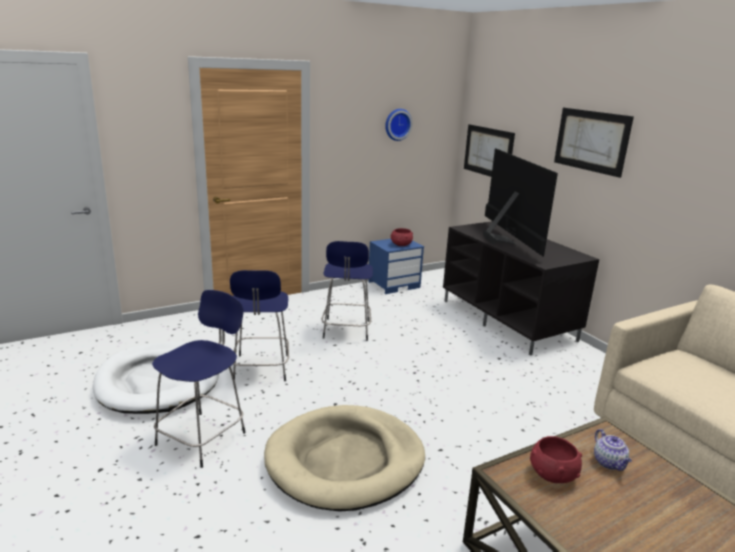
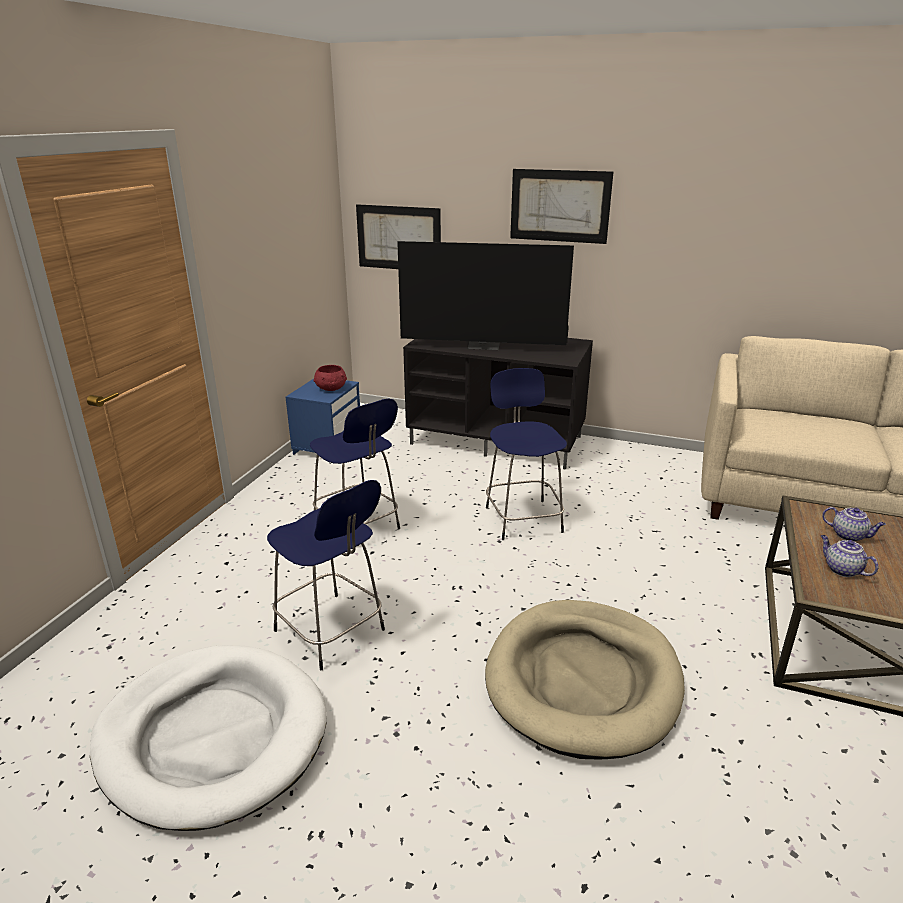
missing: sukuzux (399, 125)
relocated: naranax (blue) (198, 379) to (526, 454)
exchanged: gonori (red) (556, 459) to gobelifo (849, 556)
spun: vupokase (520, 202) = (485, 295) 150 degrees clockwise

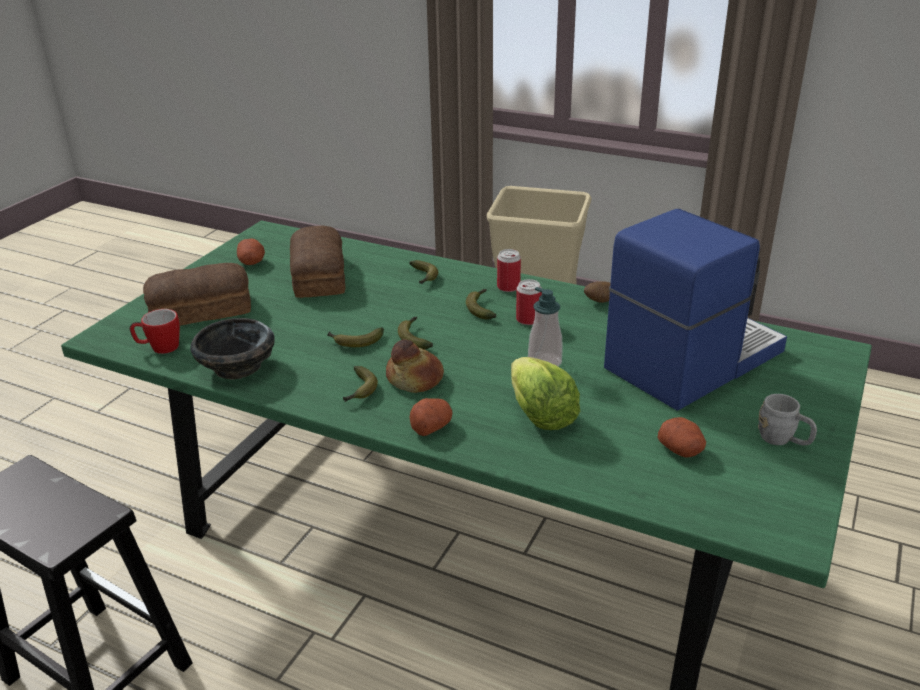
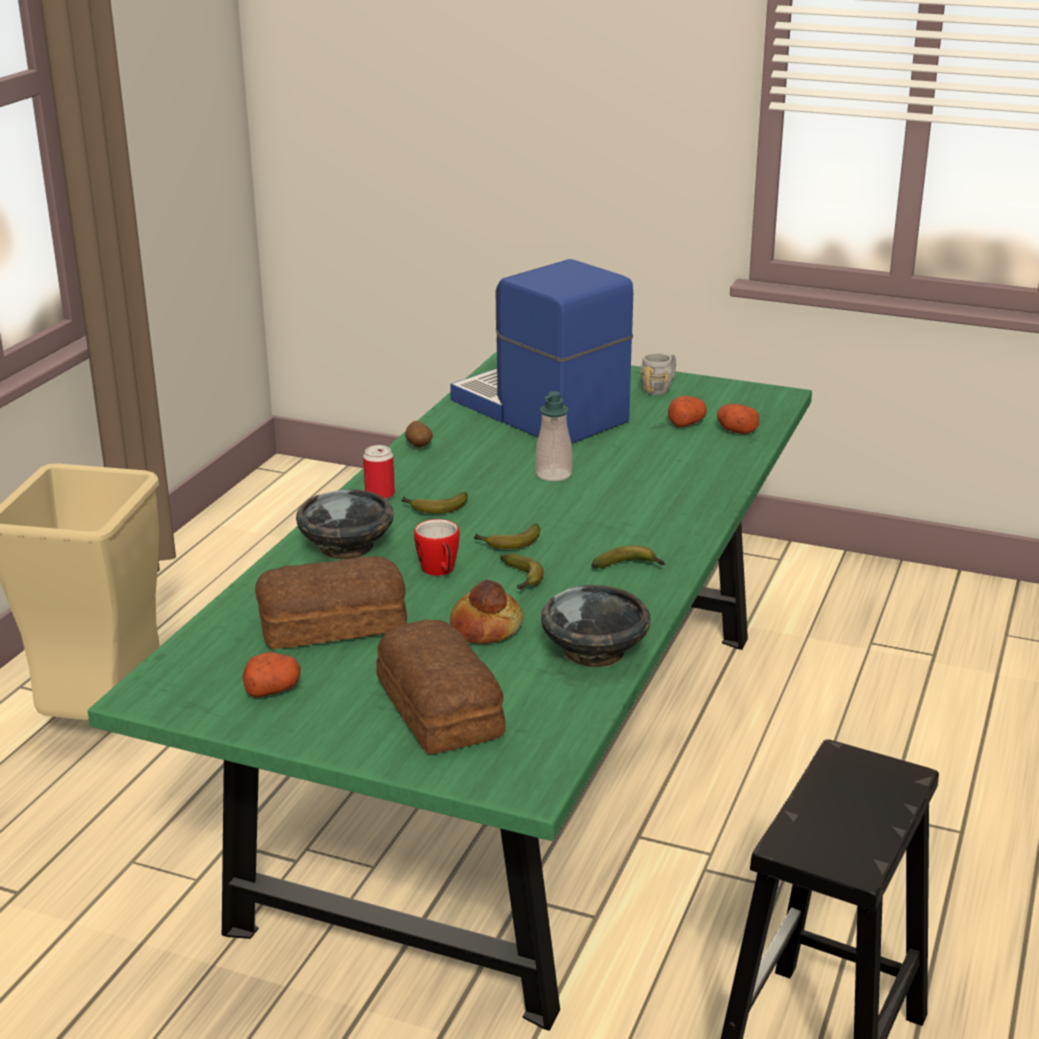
missing: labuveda (545, 393); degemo (529, 302)
relocated: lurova (155, 331) to (437, 547); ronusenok (415, 366) to (486, 612); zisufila (431, 417) to (738, 419)
exchanged: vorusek (424, 272) to gonori (black) (344, 524)

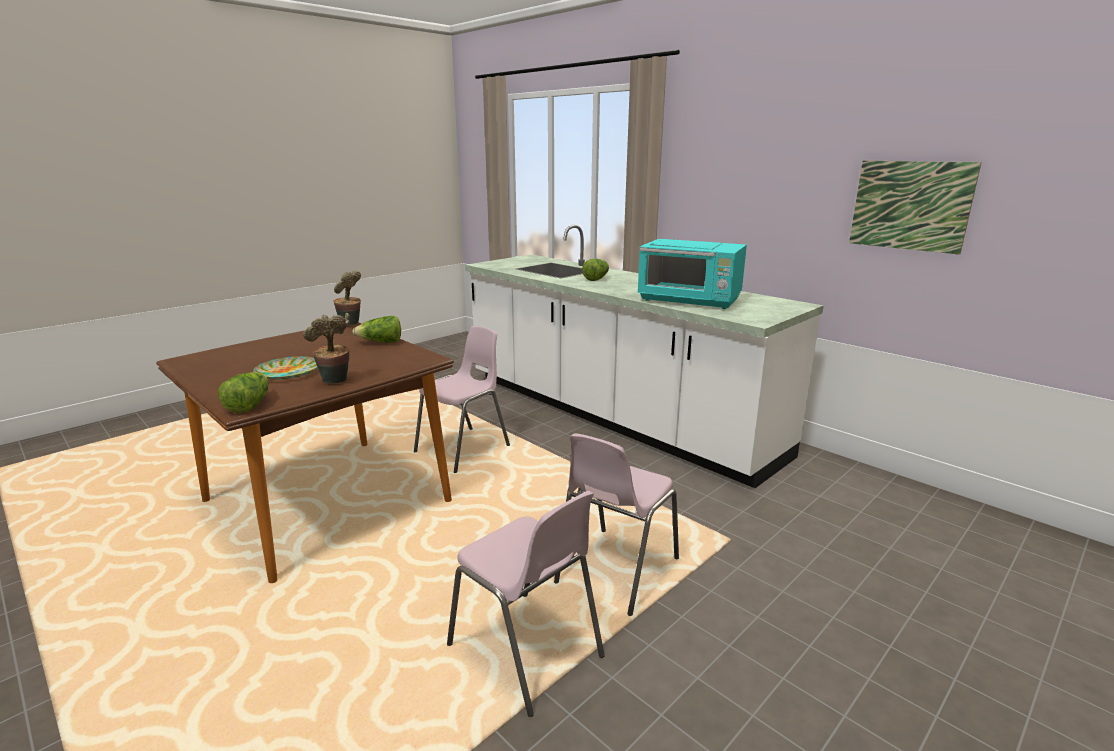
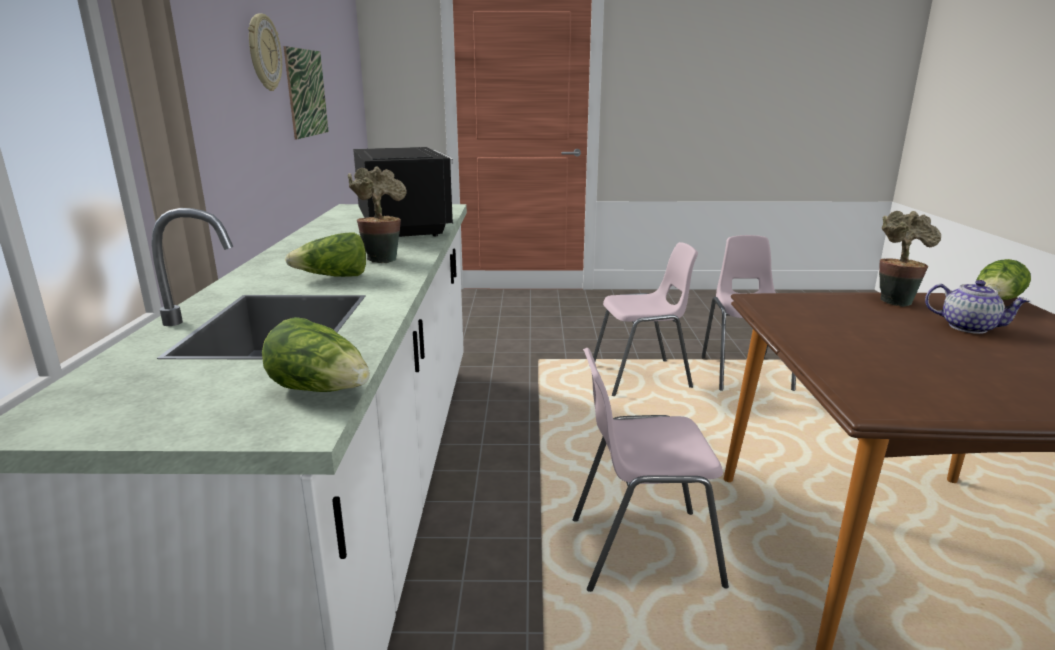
appeared: sukuzux (265, 52)
relocated: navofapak (347, 298) to (376, 215); labuveda (376, 329) to (316, 354)
exchanged: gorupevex (285, 368) to gobelifo (977, 307)
colour: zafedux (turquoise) (692, 274) to zafedux (black) (403, 192)

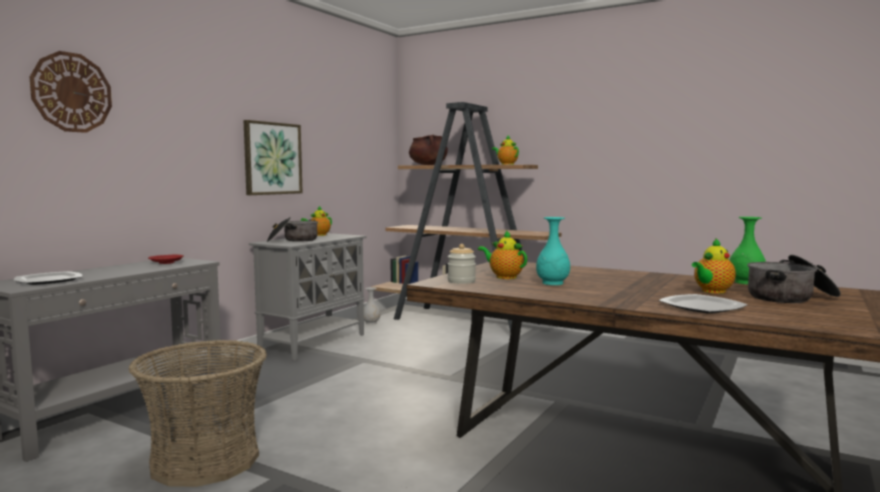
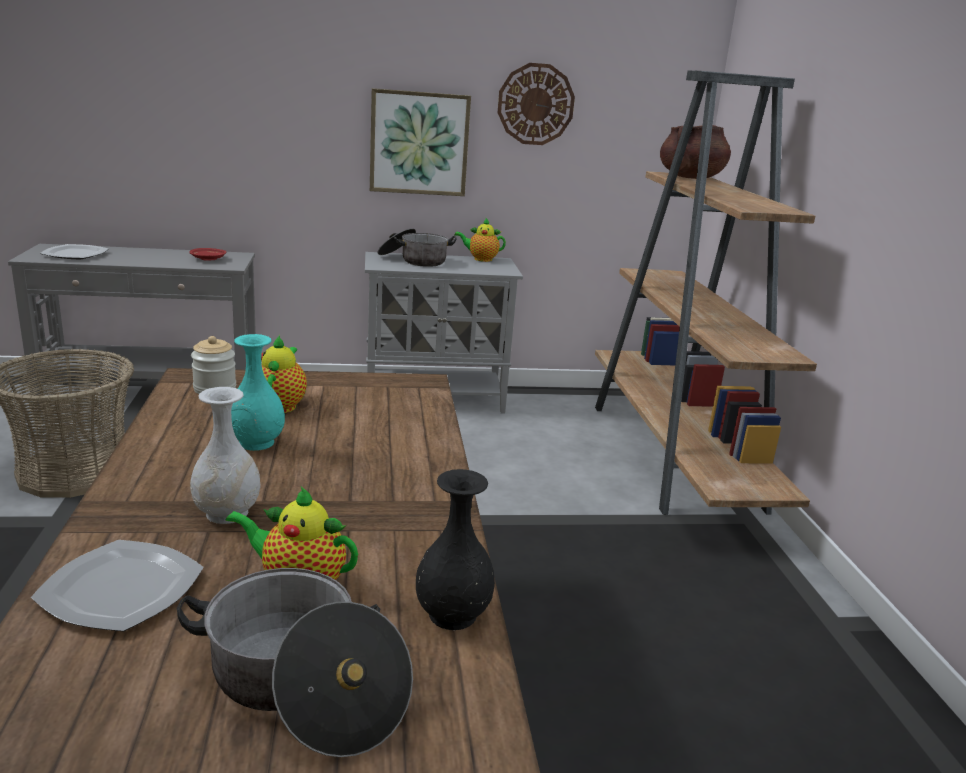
missing: gobelifo (505, 150)
relocated: sukuzux (71, 92) to (536, 104); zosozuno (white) (372, 306) to (225, 455)
colour: zosozuno (green) (748, 251) to zosozuno (black) (455, 549)

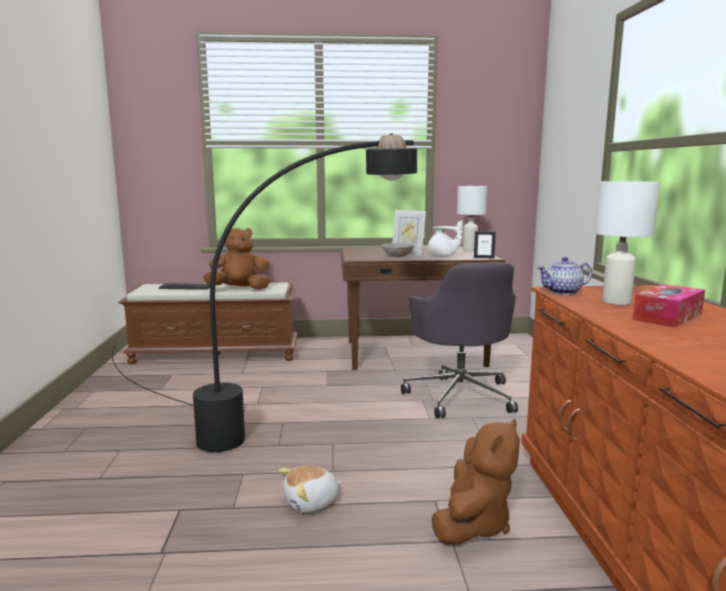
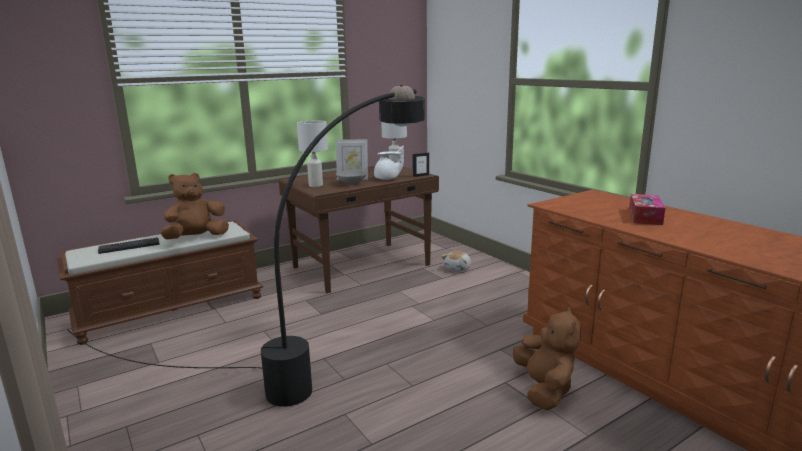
missing: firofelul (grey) (459, 340); gobelifo (564, 276)
relocated: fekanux (310, 489) to (456, 261); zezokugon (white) (627, 243) to (312, 153)

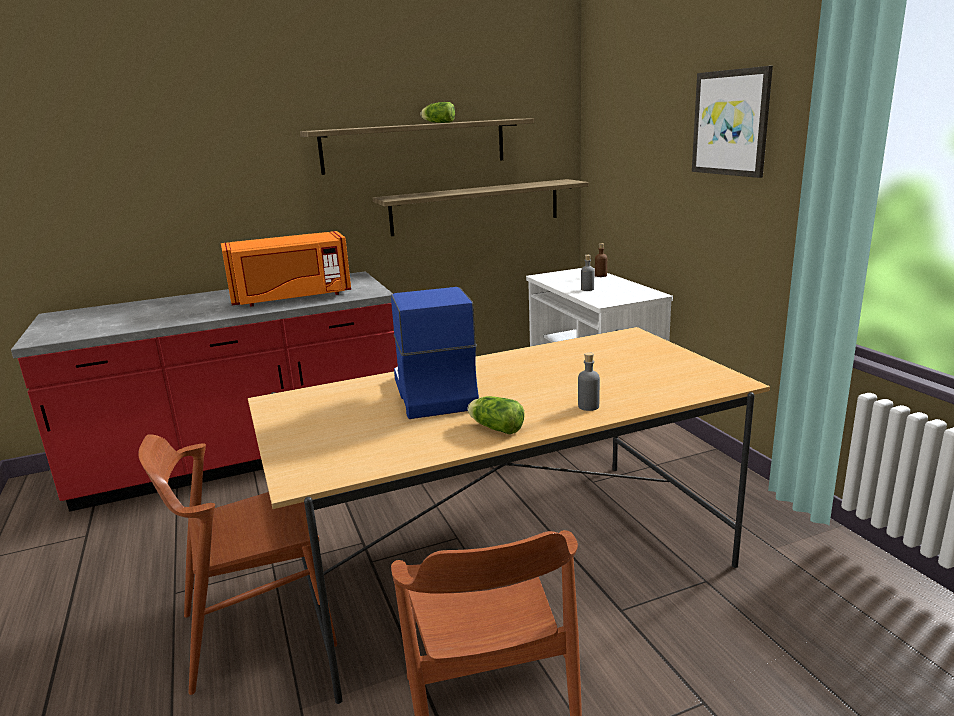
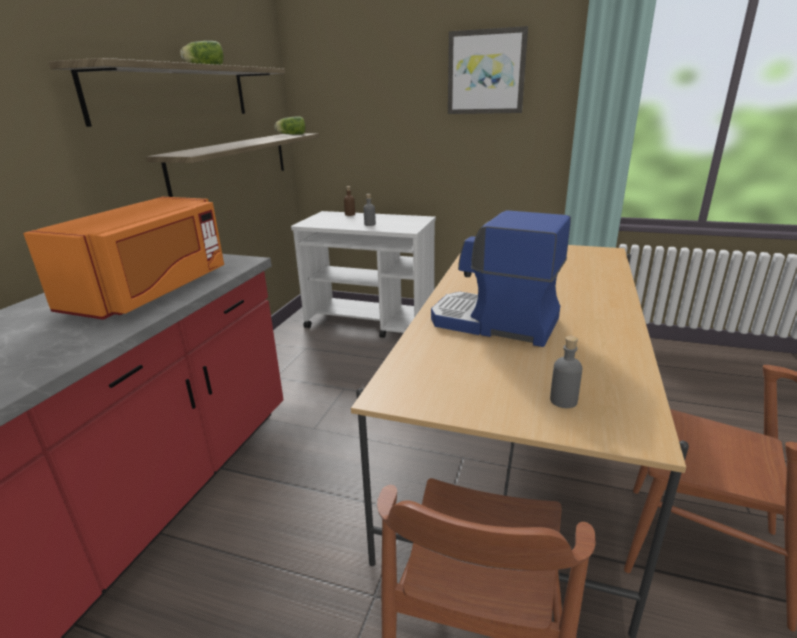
relocated: labuveda (496, 415) to (290, 126); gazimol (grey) (589, 381) to (566, 372)

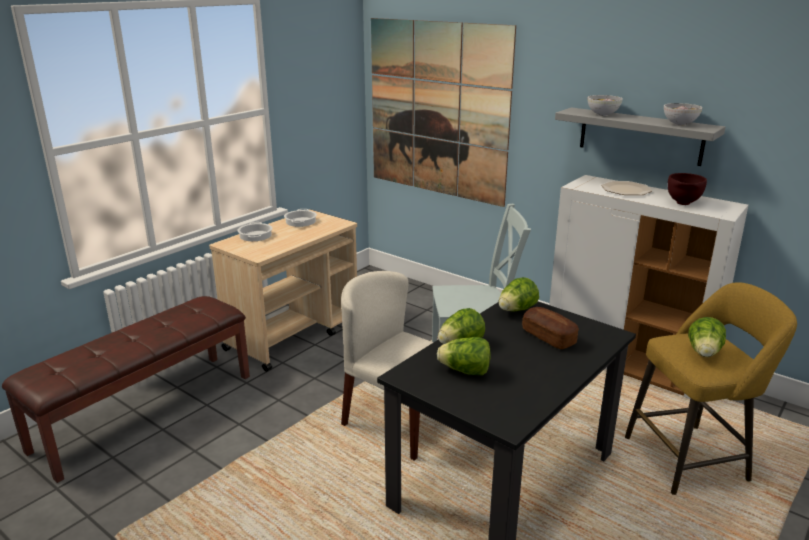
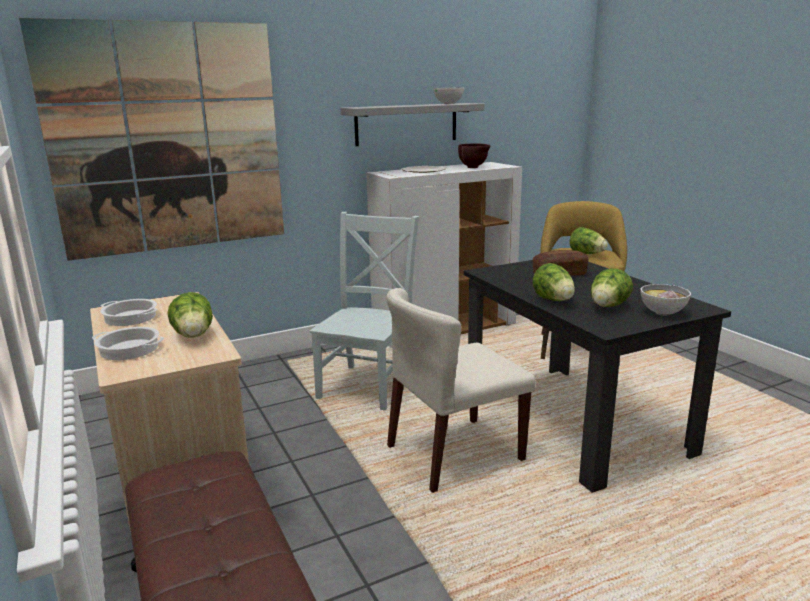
relocated: labuveda (519, 294) to (190, 315); gonori (605, 105) to (665, 300)

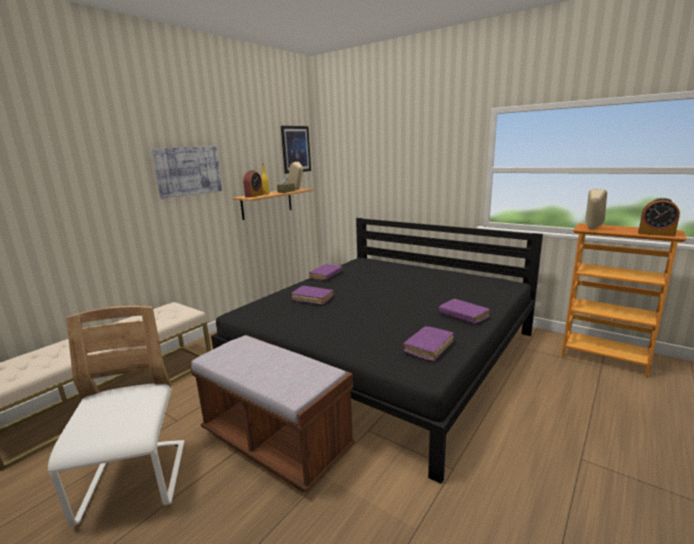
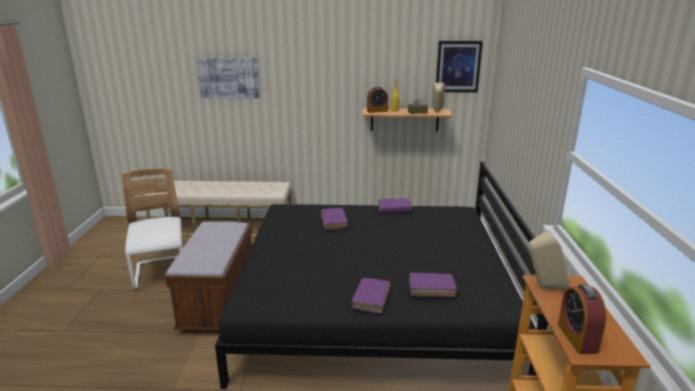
relocated: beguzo (186, 172) to (228, 78); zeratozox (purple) (428, 343) to (433, 285)
spun: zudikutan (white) (116, 416) = (152, 228) 60 degrees counterclockwise

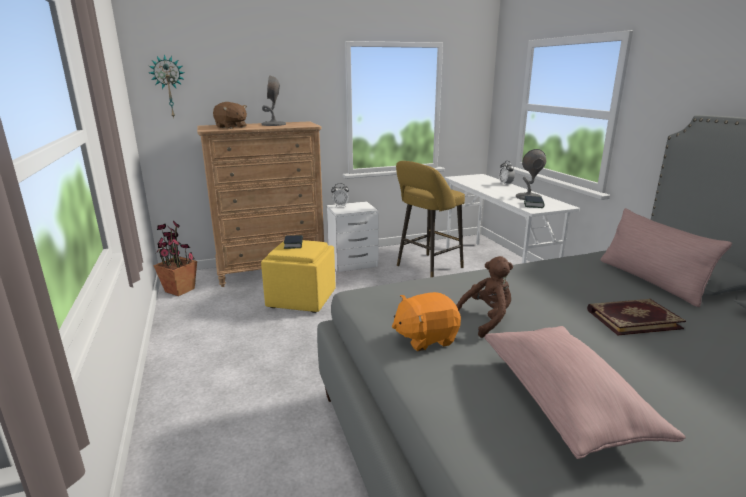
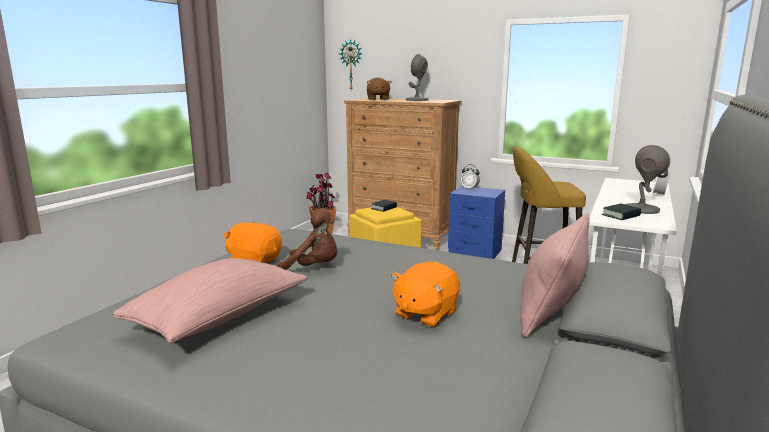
exchanged: zeratozox (636, 317) to fekanux (orange) (425, 294)
colour: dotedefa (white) (353, 236) to dotedefa (blue) (476, 222)

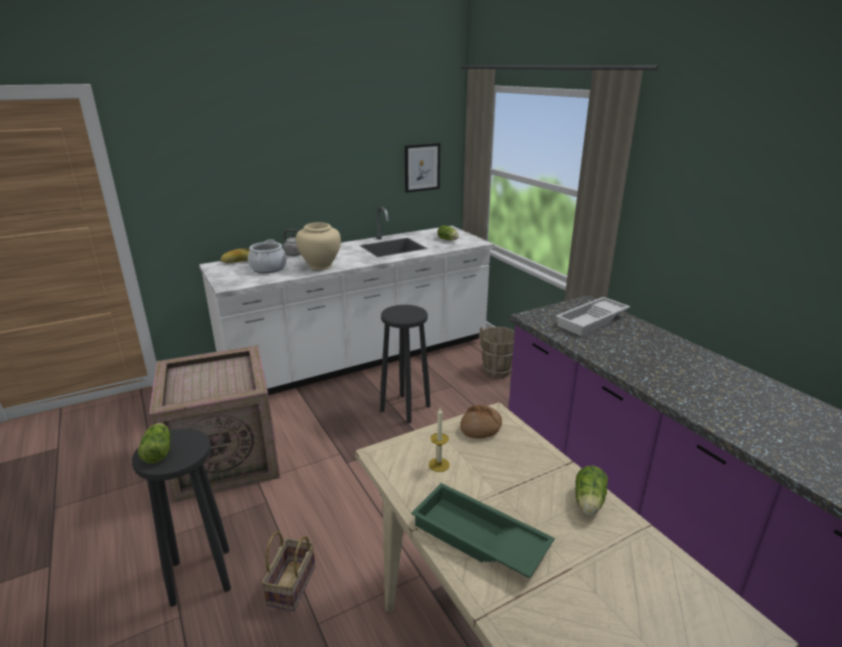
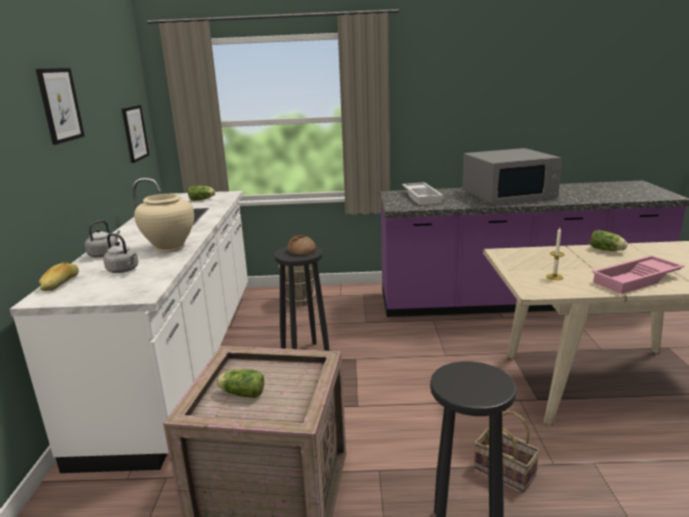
appeared: beguzo (60, 106); zafedux (grey) (512, 176)
relocated: labuveda (154, 443) to (240, 383); ronusenok (481, 421) to (302, 245)
exchanged: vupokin (267, 256) to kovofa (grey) (120, 253)
colour: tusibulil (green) (483, 530) to tusibulil (pink) (638, 274)

